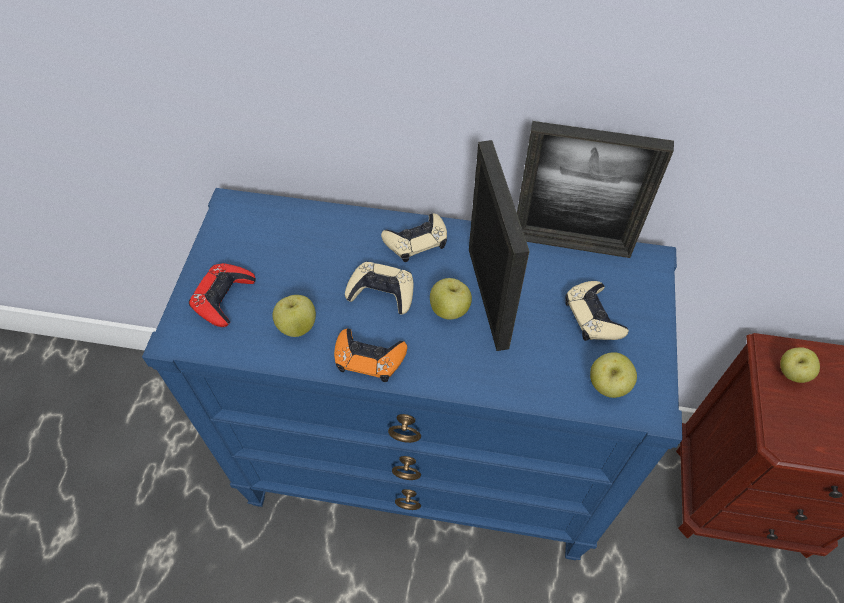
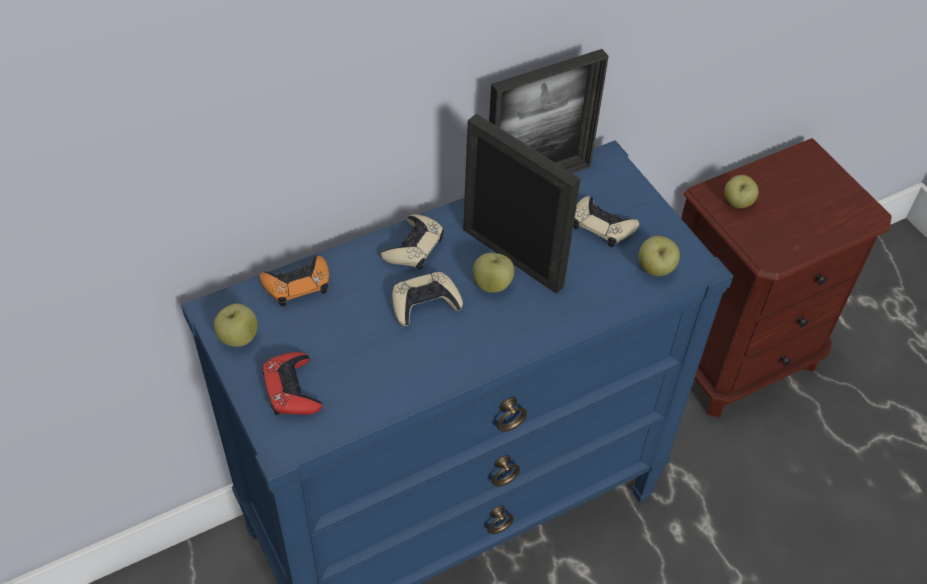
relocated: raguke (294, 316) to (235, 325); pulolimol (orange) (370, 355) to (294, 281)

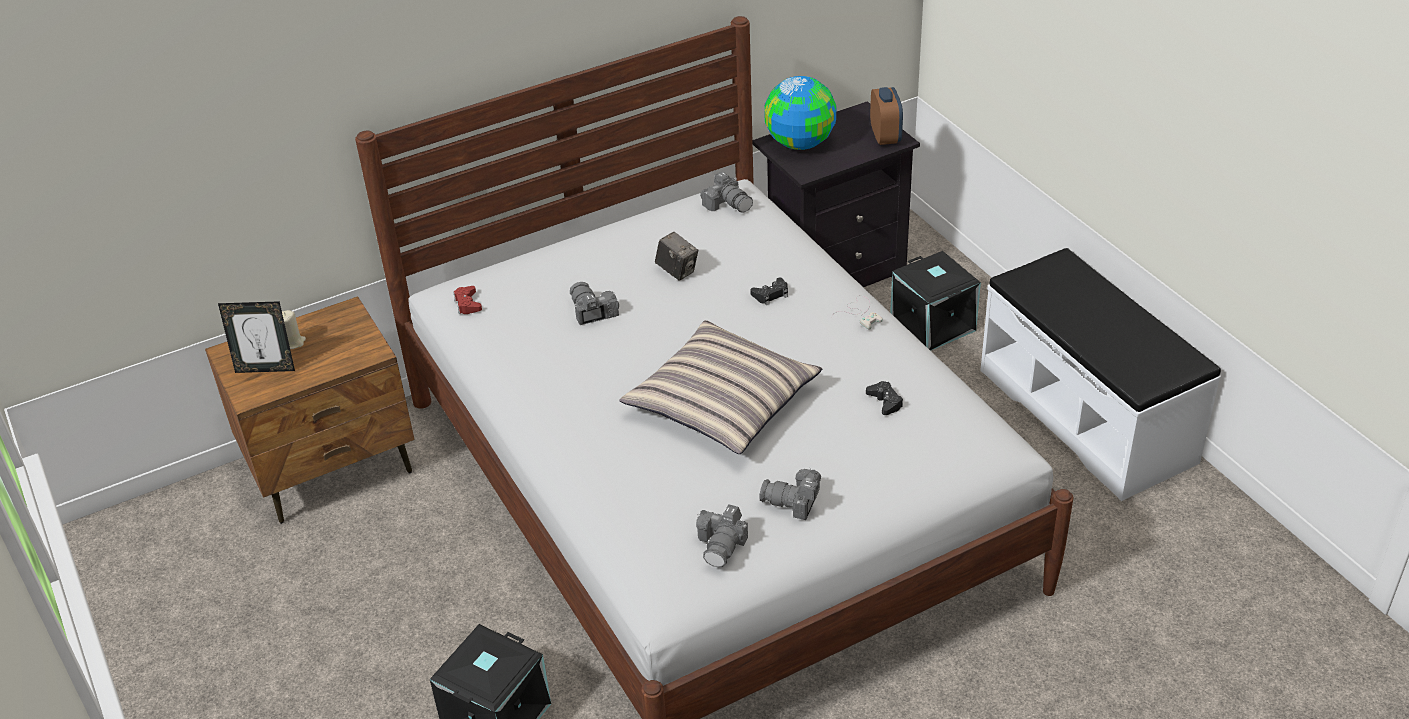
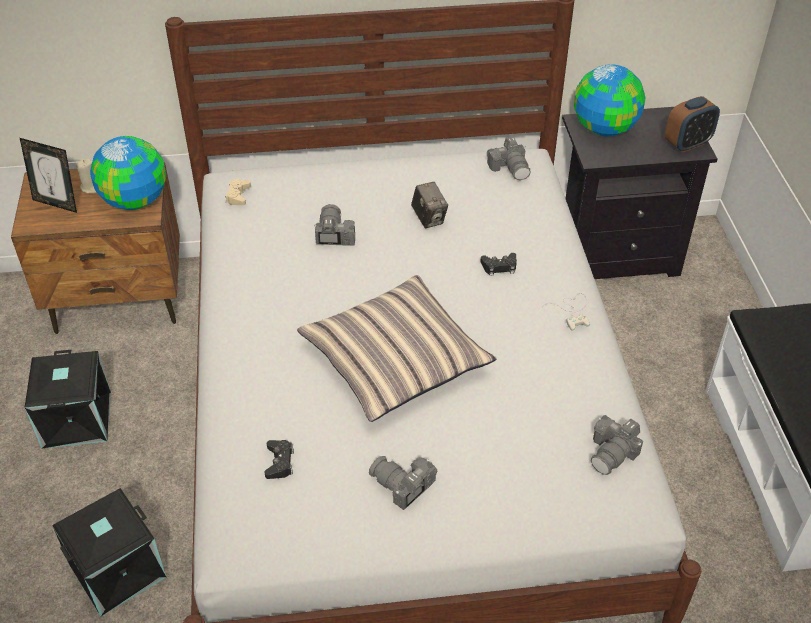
appeared: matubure (128, 173)
relocated: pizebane (722, 536) to (617, 445); pulolimol (black) (884, 398) to (279, 459); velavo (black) (935, 301) to (67, 399)
colour: pulolimol (red) (468, 300) to pulolimol (beige) (238, 192)
spun: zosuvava (886, 116) = (692, 124) 45 degrees clockwise

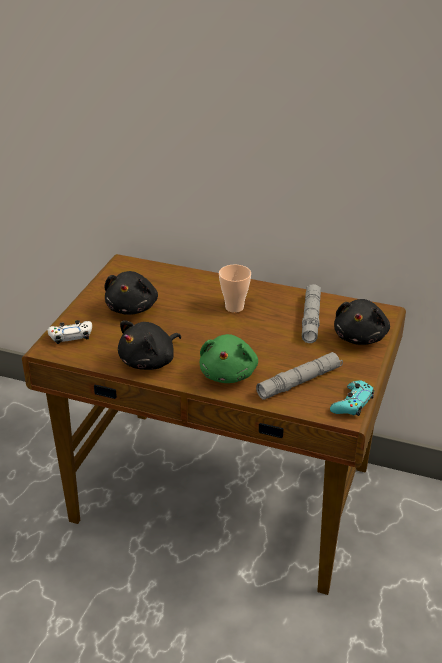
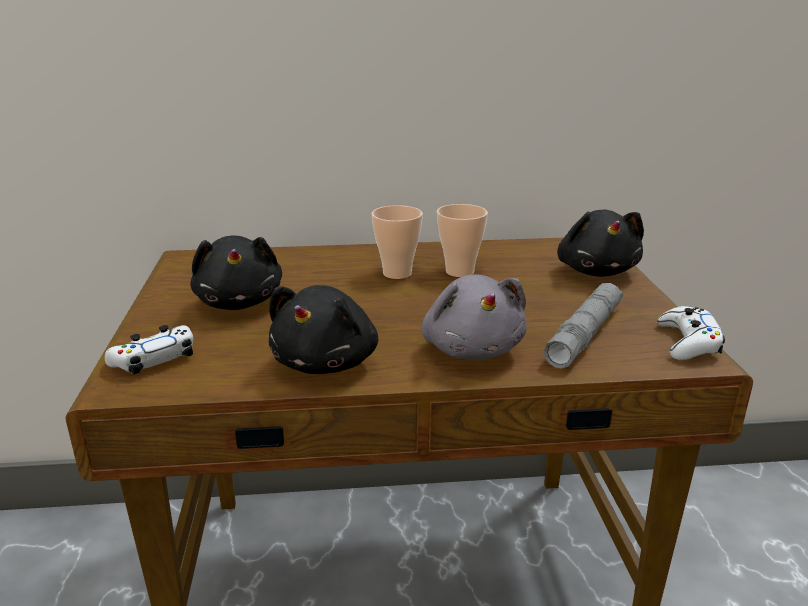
missing: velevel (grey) (311, 313)
appeared: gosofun (462, 240)
colour: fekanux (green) (229, 358) to fekanux (grey) (474, 317); pulolimol (turquoise) (352, 398) to pulolimol (white) (691, 333)

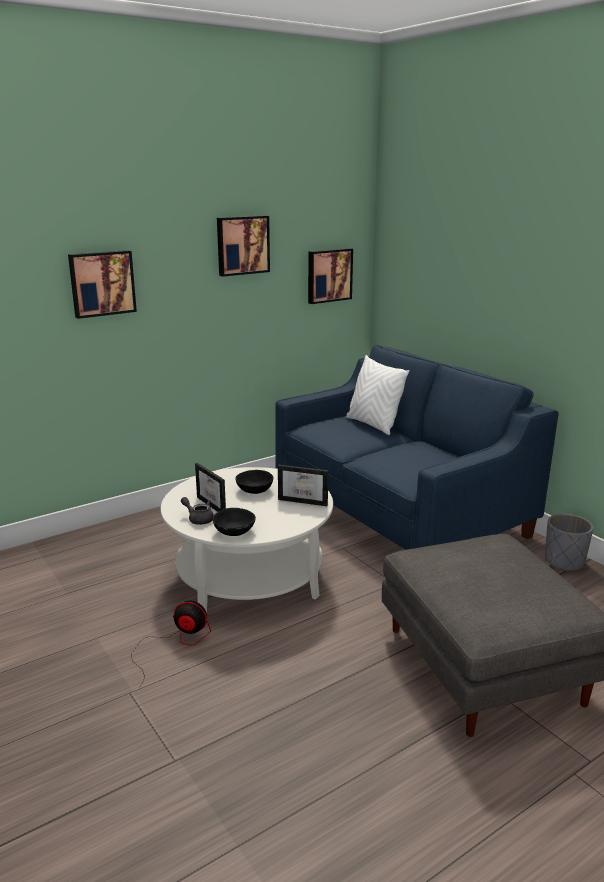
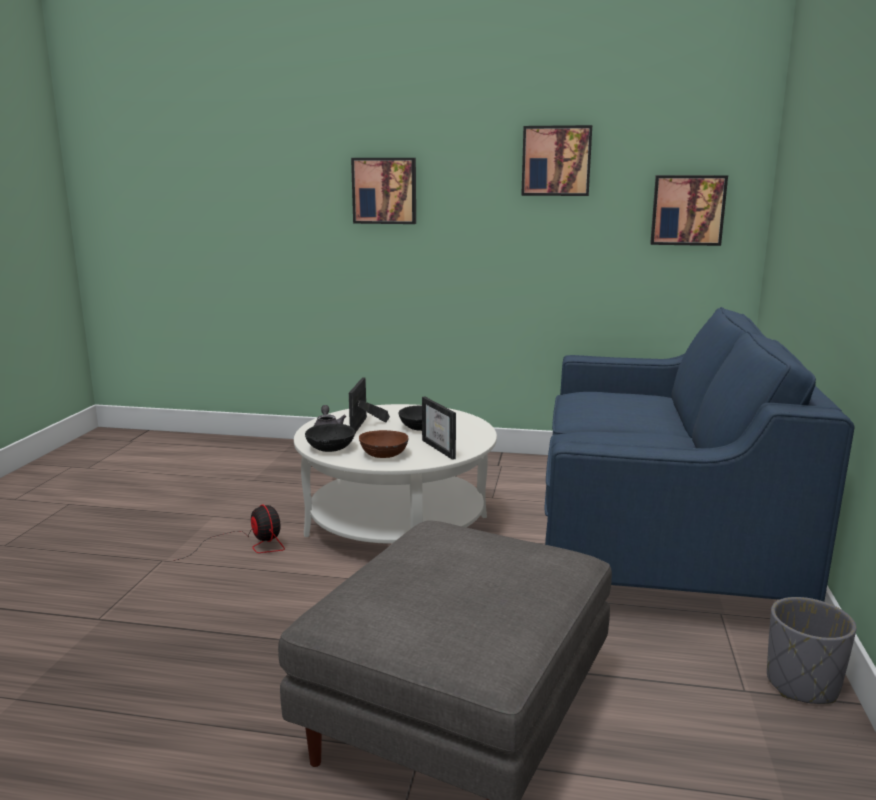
missing: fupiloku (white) (377, 395)
appeared: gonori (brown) (384, 444)

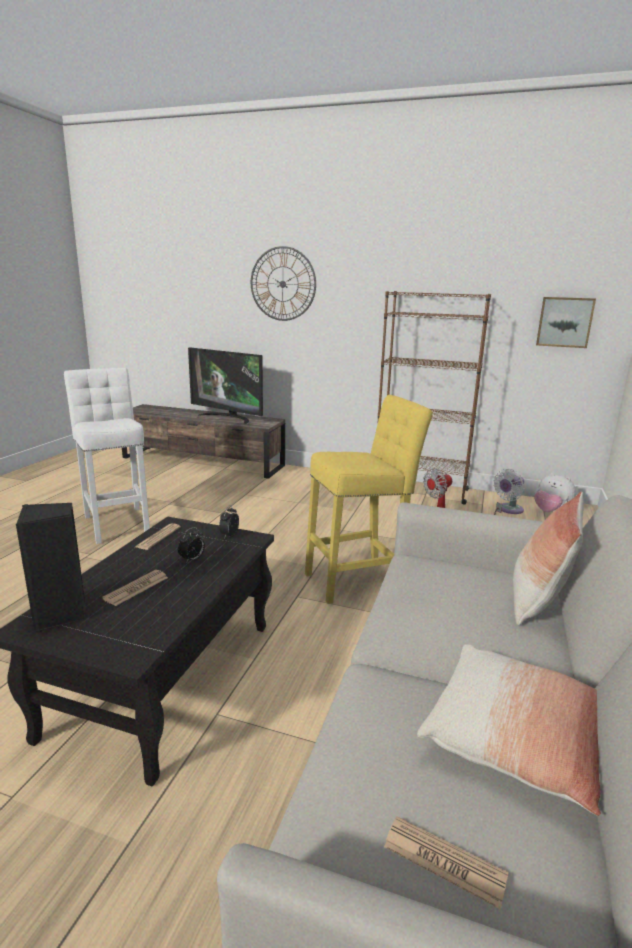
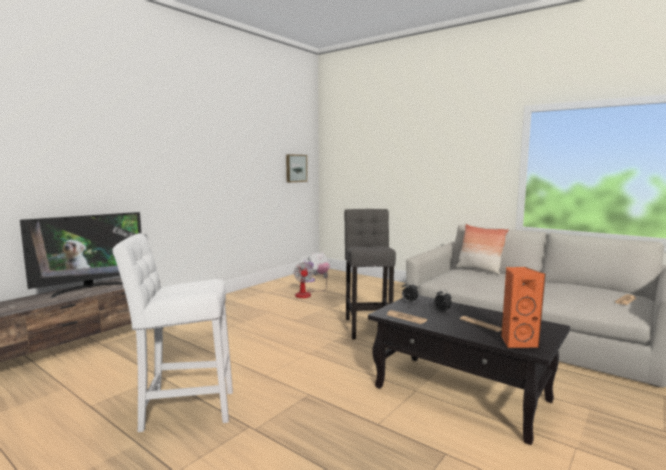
missing: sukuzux (283, 283); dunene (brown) (434, 398); fupiloku (509, 730)
colour: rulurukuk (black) (50, 567) to rulurukuk (orange) (523, 307); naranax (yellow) (369, 499) to naranax (grey) (370, 274)

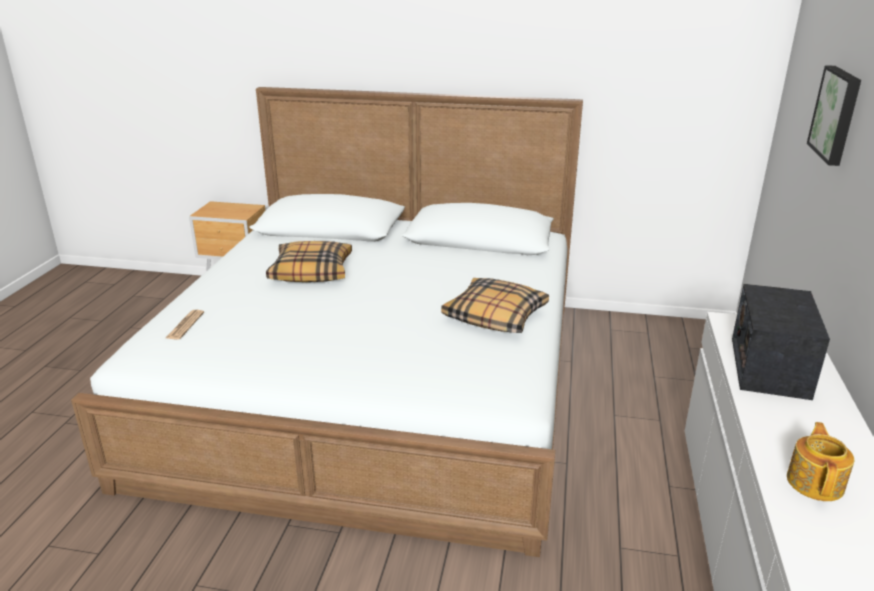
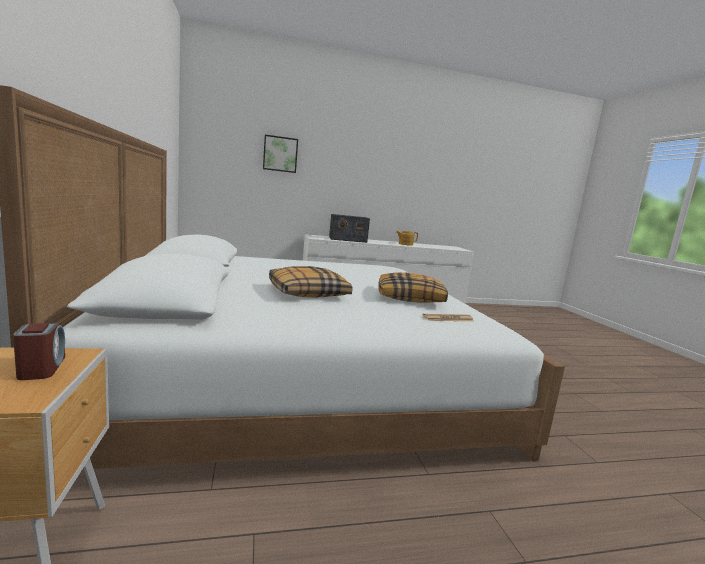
appeared: zosuvava (39, 351)
relocated: fupiloku (495, 305) to (413, 287)

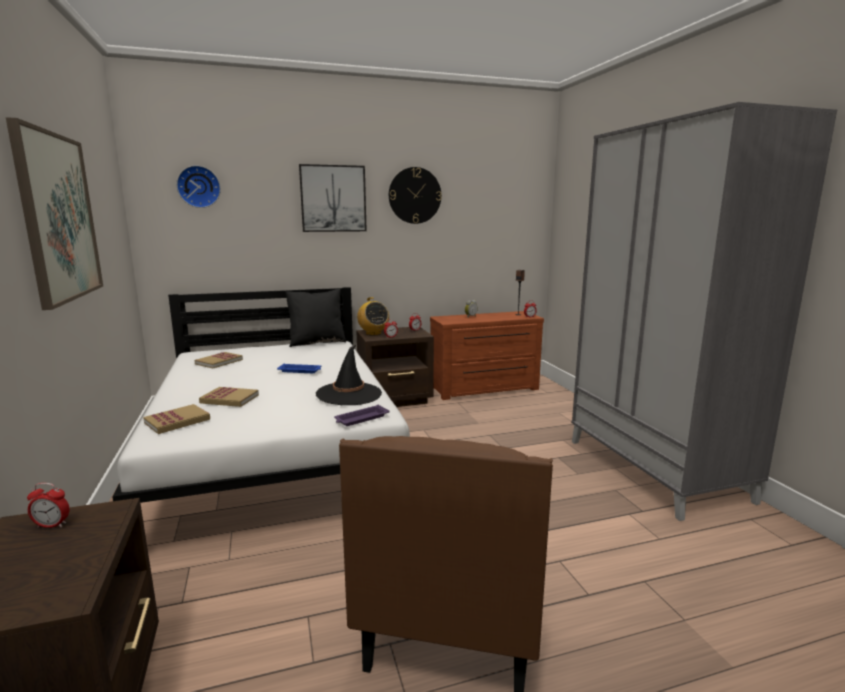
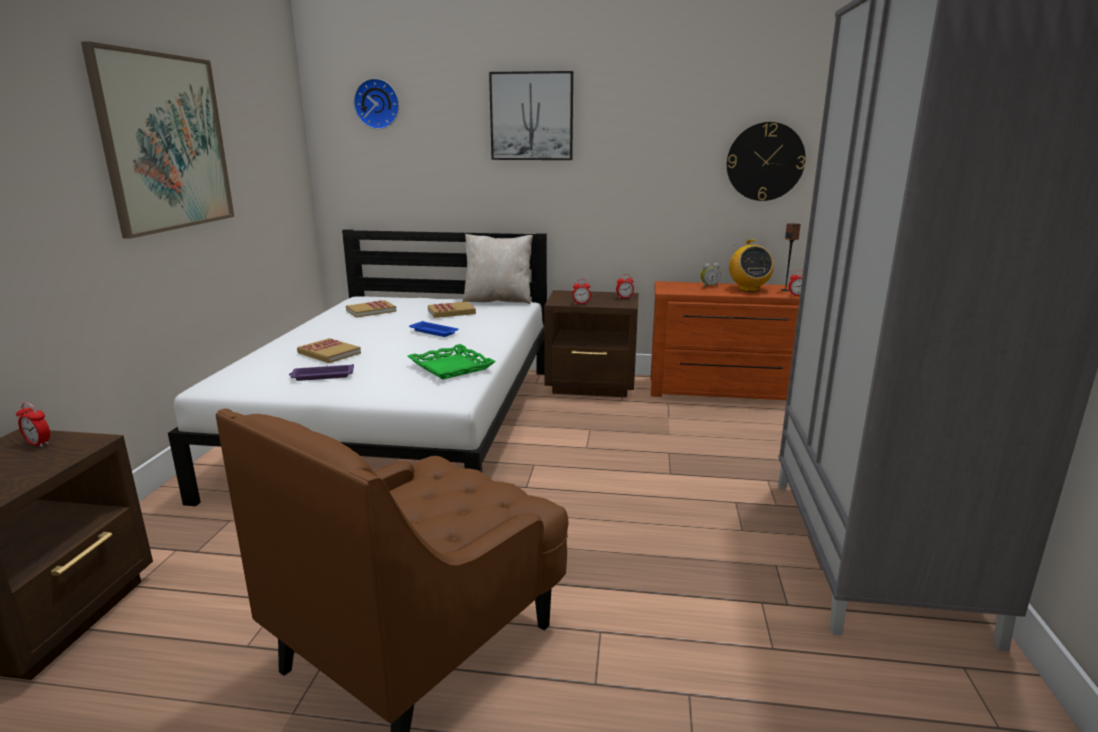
relocated: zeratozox (176, 419) to (452, 309); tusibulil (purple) (361, 415) to (321, 372); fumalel (373, 316) to (751, 265); sukuzux (415, 195) to (766, 161)
exchanged: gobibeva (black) (349, 374) to tusibulil (green) (452, 361)
colour: fupiloku (black) (315, 318) to fupiloku (beige) (497, 269)

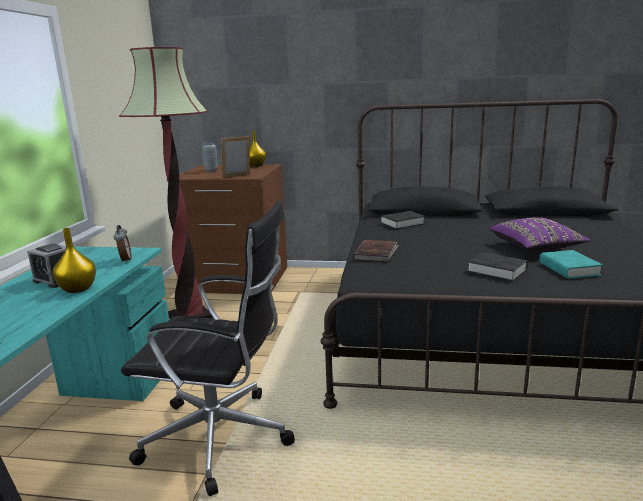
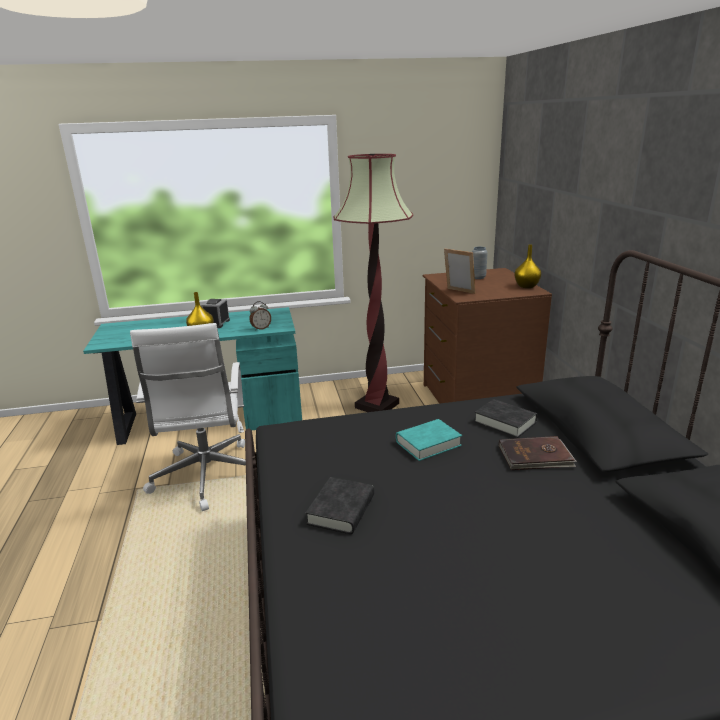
missing: fupiloku (purple) (540, 234)
relocated: zeratozox (brown) (376, 251) to (538, 453); zeratozox (turquoise) (571, 264) to (429, 440)
colour: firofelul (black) (208, 348) to firofelul (white) (188, 417)

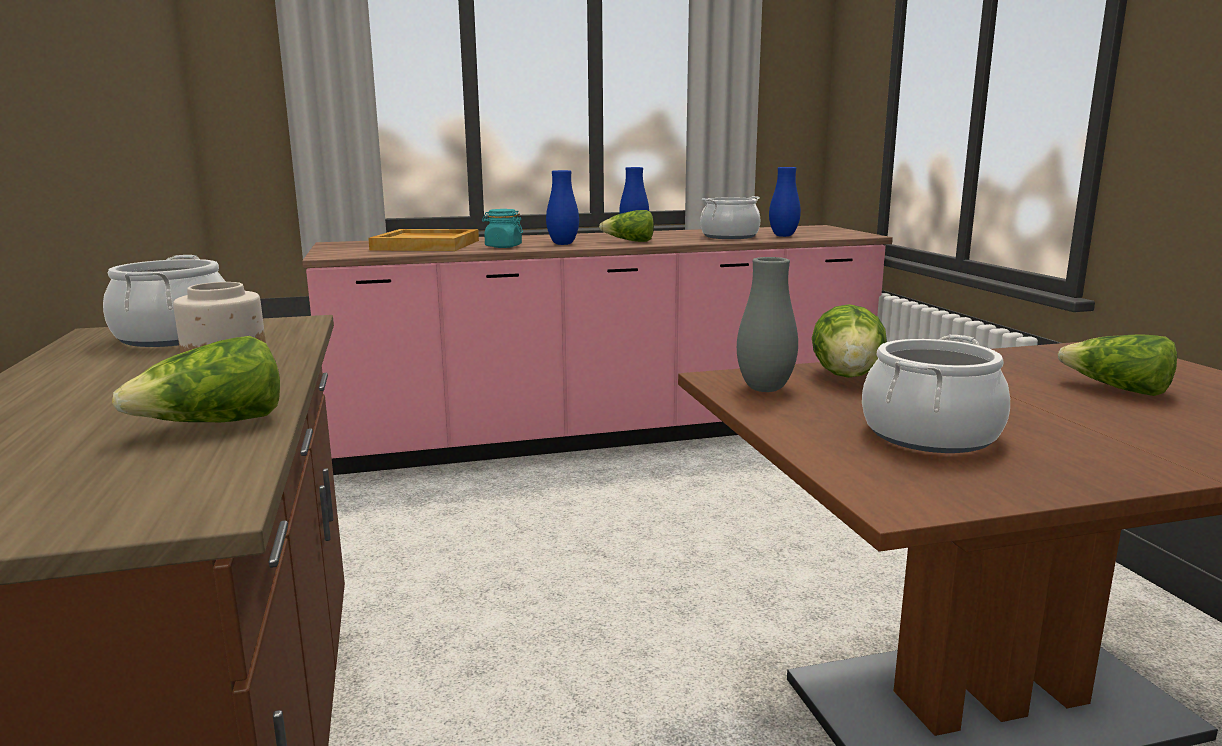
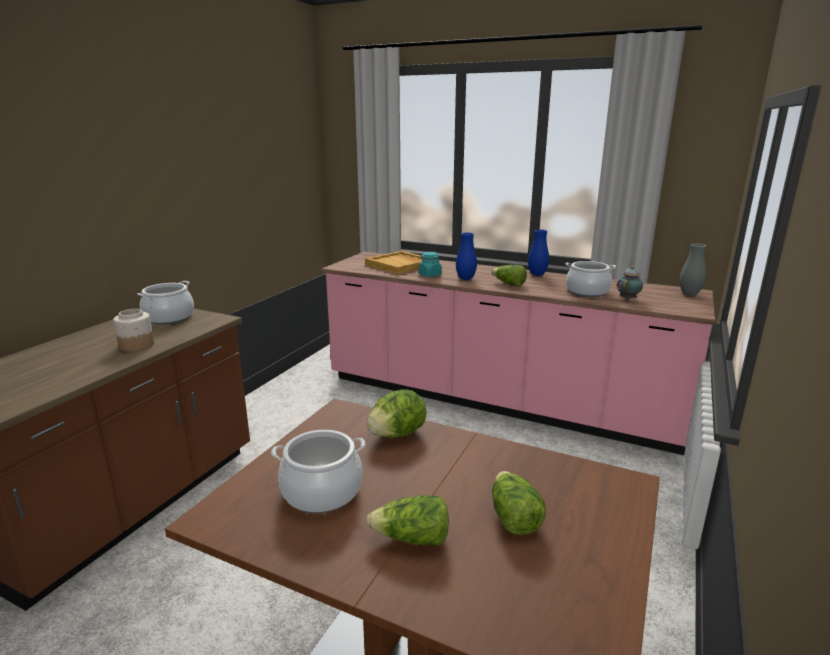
relocated: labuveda (196, 379) to (407, 520); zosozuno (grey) (767, 324) to (693, 269)
exchanged: zosozuno (blue) (785, 202) to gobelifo (630, 283)

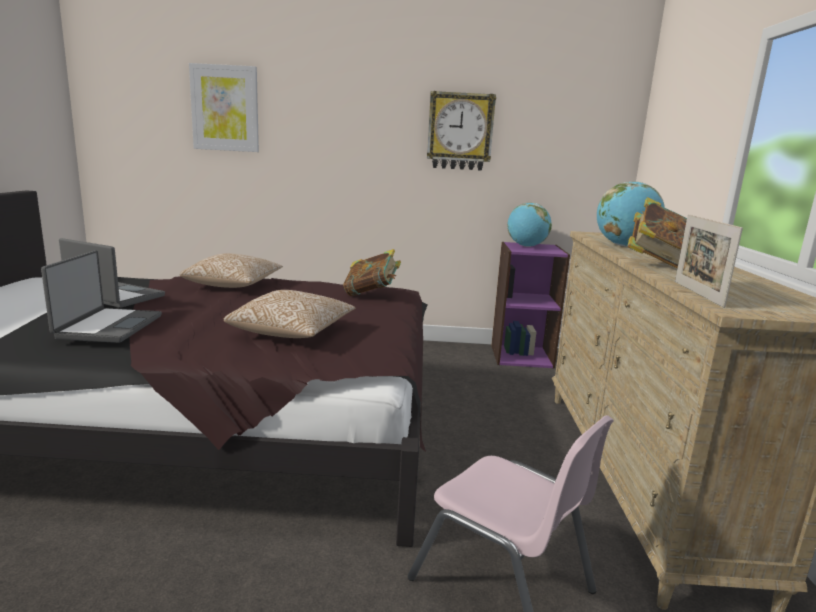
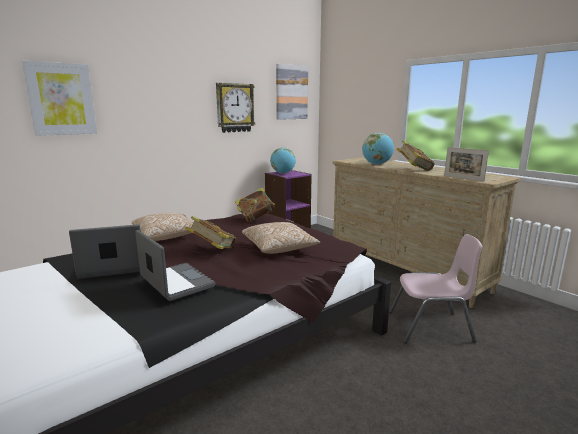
appeared: zeratozox (210, 232); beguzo (292, 92)

